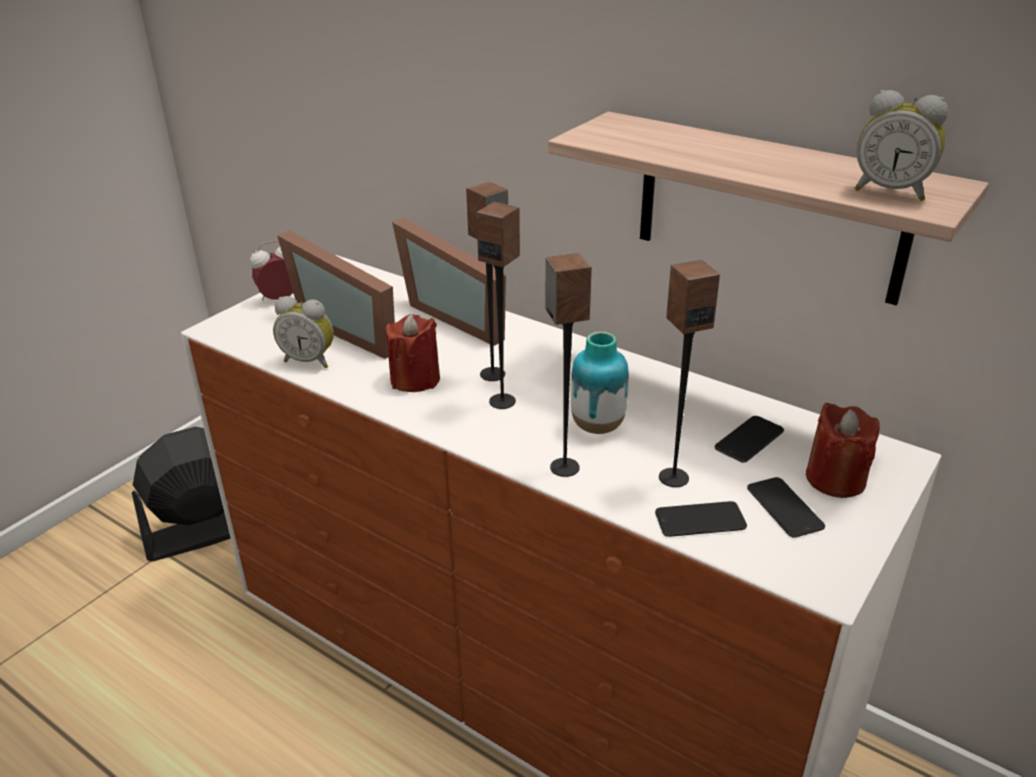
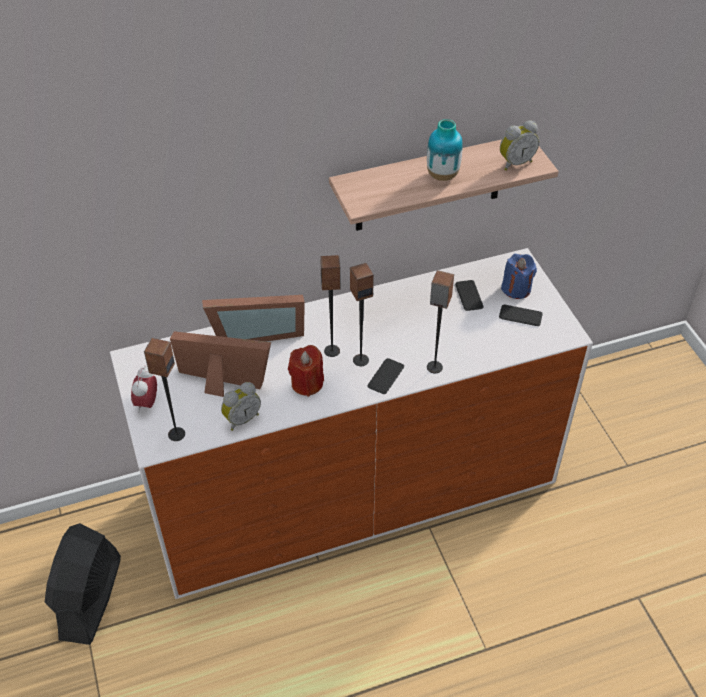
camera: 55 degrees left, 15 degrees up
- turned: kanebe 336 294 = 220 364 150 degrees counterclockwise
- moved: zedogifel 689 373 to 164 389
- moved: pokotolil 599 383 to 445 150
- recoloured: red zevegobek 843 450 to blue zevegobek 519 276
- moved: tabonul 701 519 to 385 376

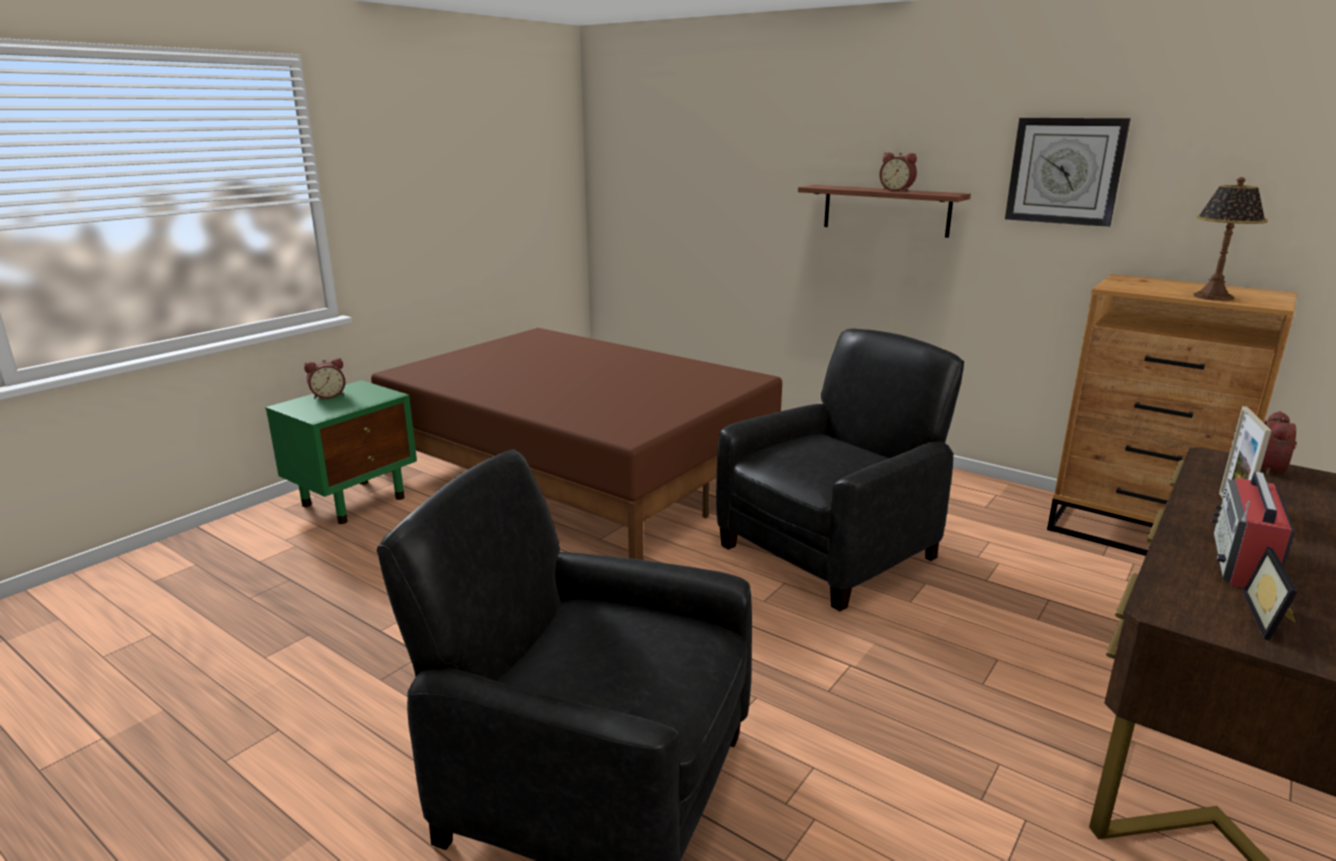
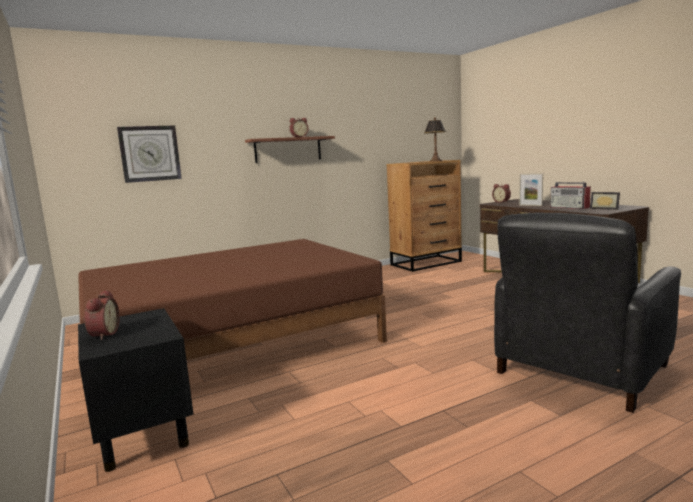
camera: 65 degrees left, 10 degrees down
- moved: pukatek 1068 172 to 149 154
- removed: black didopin 840 470
- recoloured: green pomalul 341 452 to black pomalul 135 390

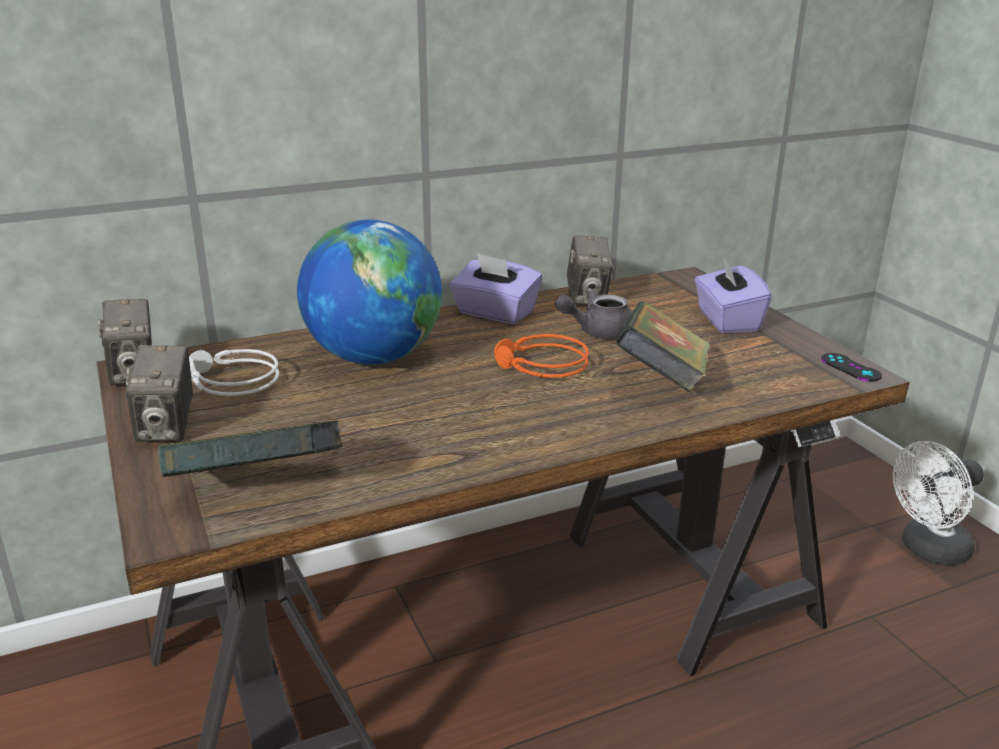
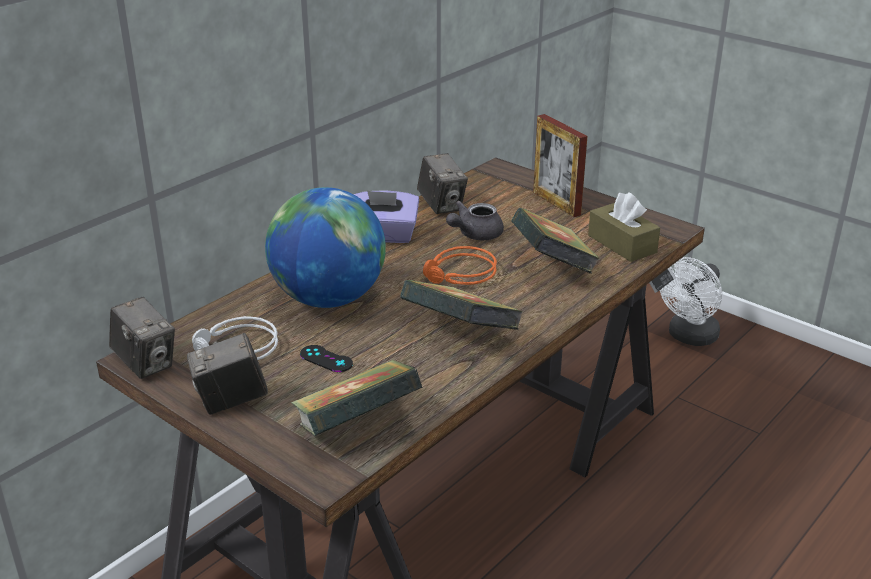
camera: 25 degrees left, 5 degrees up
- replaced: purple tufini 733 294 to kanebe 560 165
- turned: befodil 159 393 = 227 374 105 degrees clockwise
- moved: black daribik 851 367 to 326 358
- added: brown tufini 624 227
- added: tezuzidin 461 305

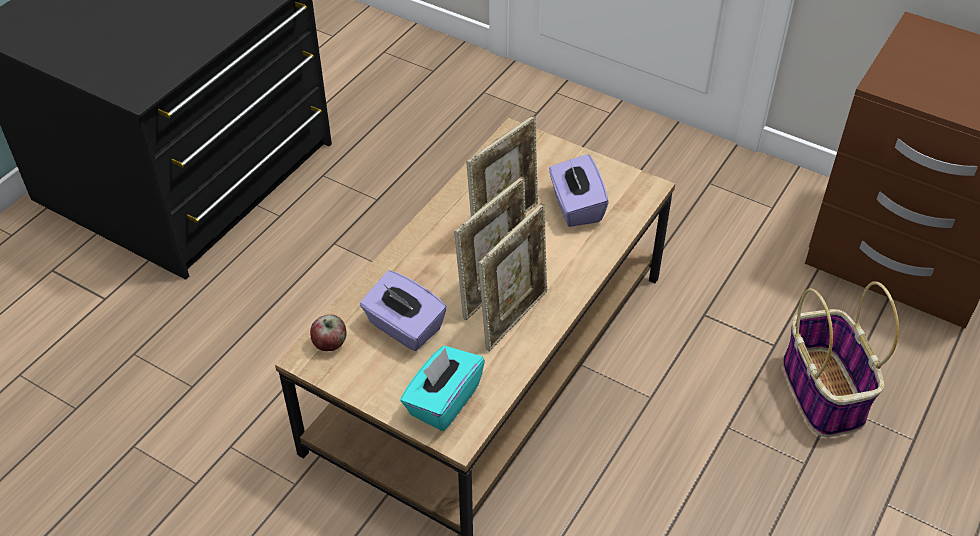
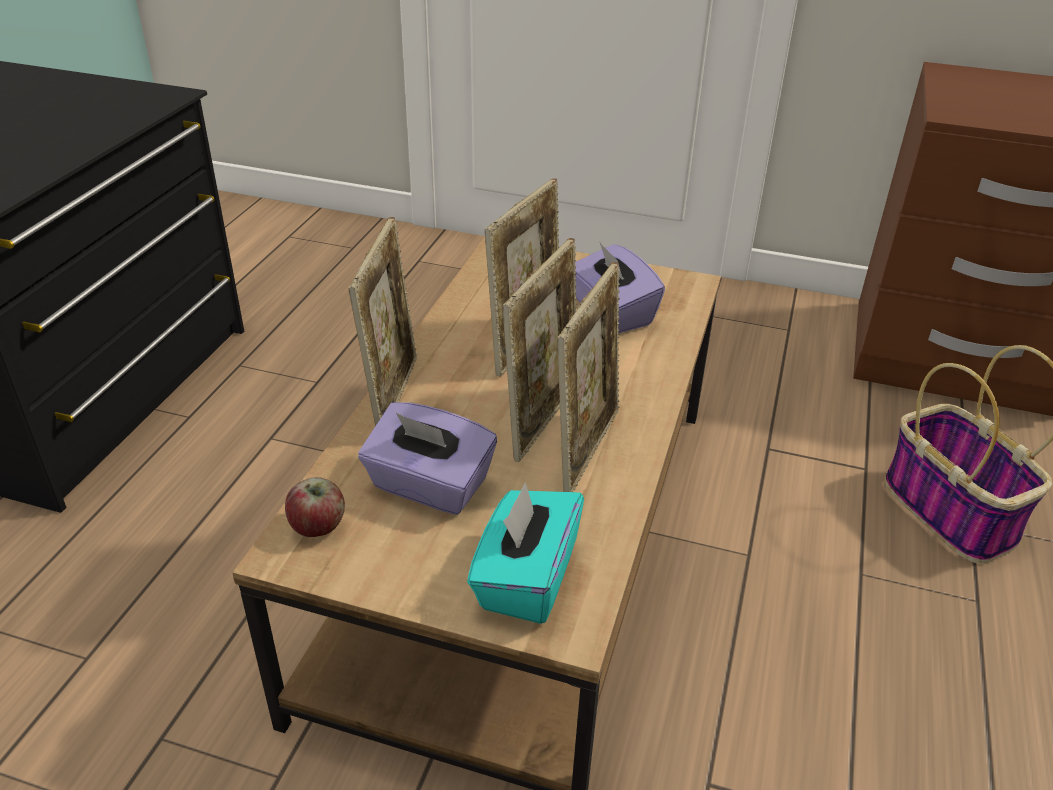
camera: 15 degrees left, 10 degrees down
- added: kanebe 383 321

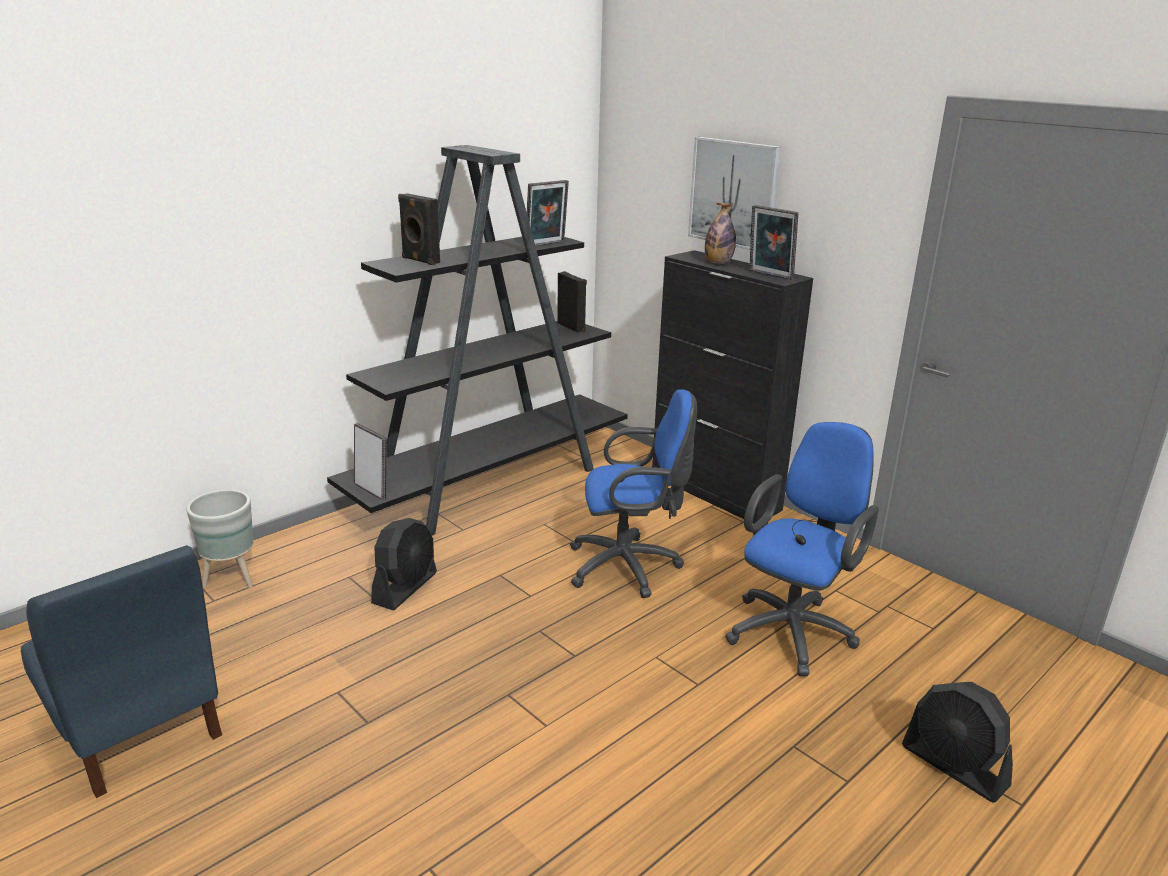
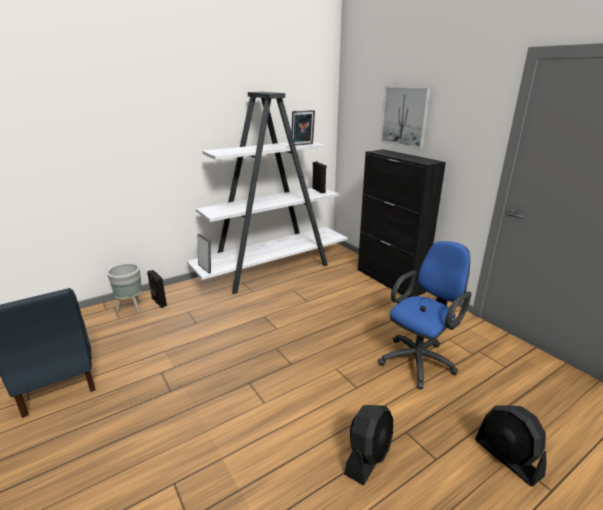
camera: 10 degrees right, 0 degrees up
- recoloured: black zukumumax 477 340 to white zukumumax 267 193
- moved: black zedogifel 419 229 to 157 289
- removed: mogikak 720 233
- removed: kanebe 773 242
- removed: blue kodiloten 633 493
- moved: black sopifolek 404 564 to 368 445

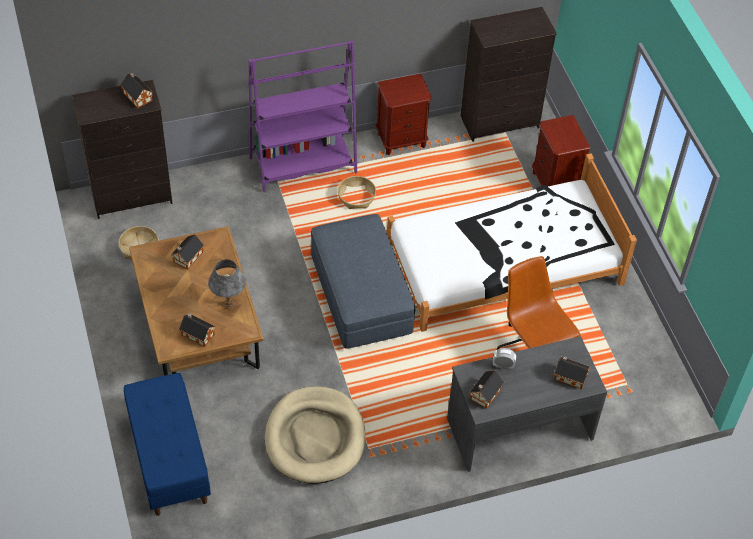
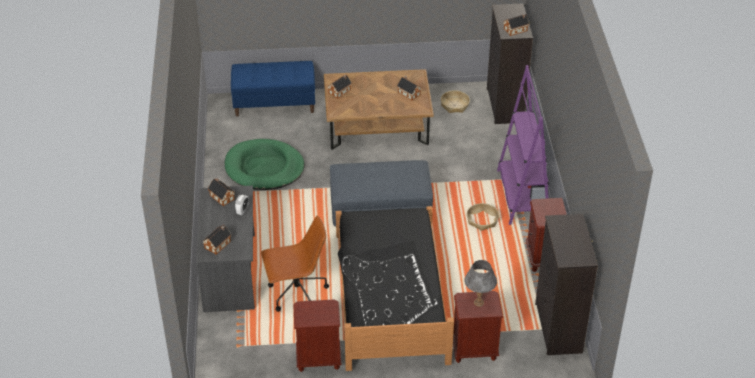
camera: 105 degrees right, 10 degrees down
- recoloured: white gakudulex 512 242 to black gakudulex 395 288
- moved: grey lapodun 227 284 to 480 283
- recoloured: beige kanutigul 315 435 to green kanutigul 264 164
- added: brown pomalul 317 335

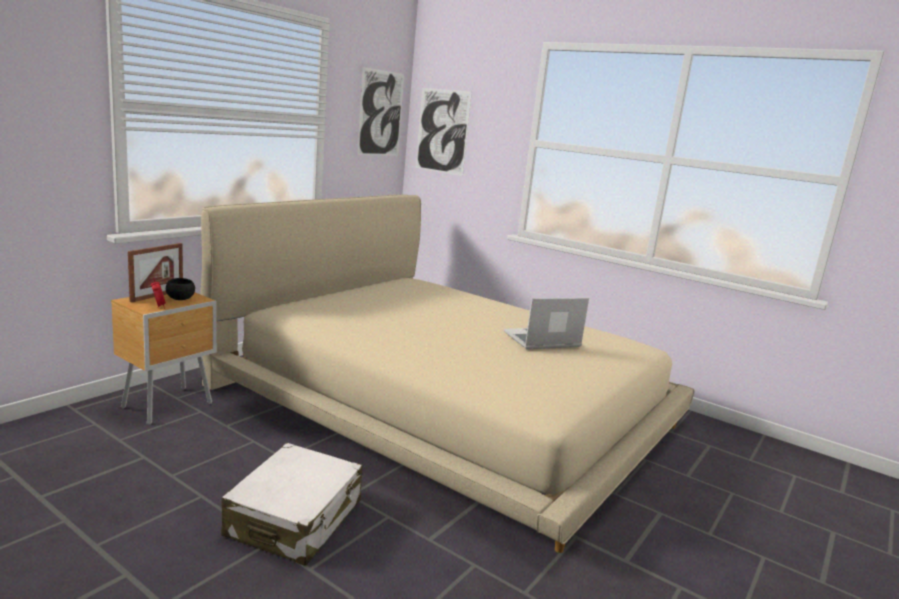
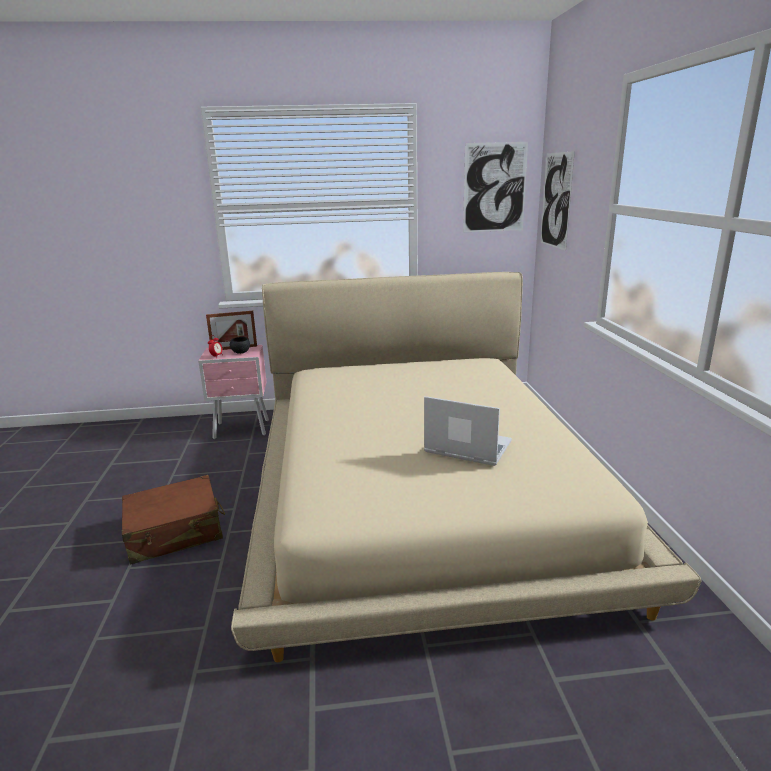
camera: 50 degrees right, 5 degrees up
- recoloured: brown pomalul 164 358 to pink pomalul 233 392
- recoloured: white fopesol 292 504 to brown fopesol 173 520

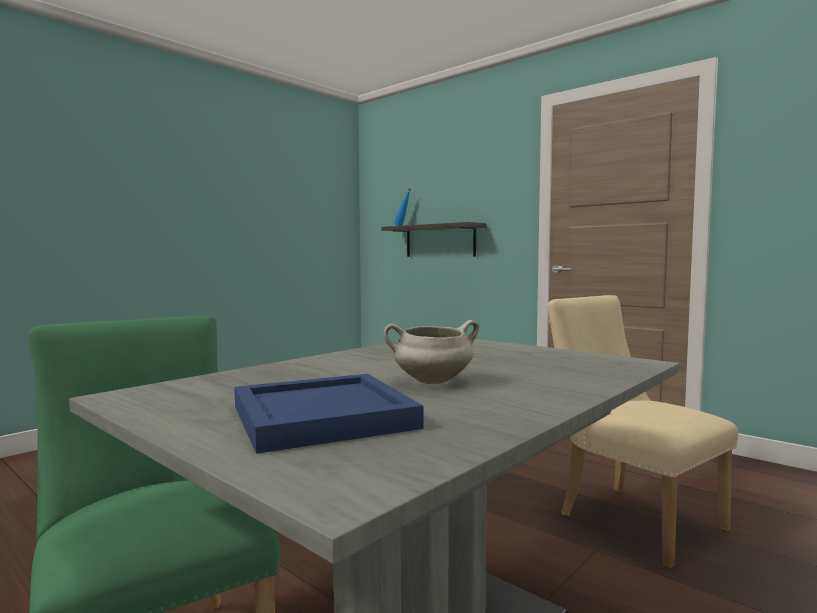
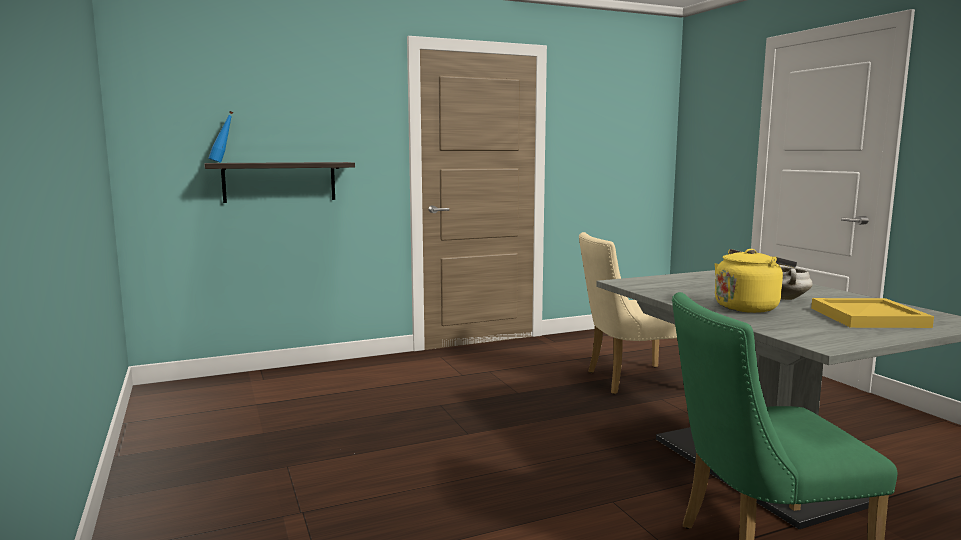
camera: 65 degrees left, 5 degrees up
- recoloured: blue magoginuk 328 414 to yellow magoginuk 872 313
- added: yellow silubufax 755 281

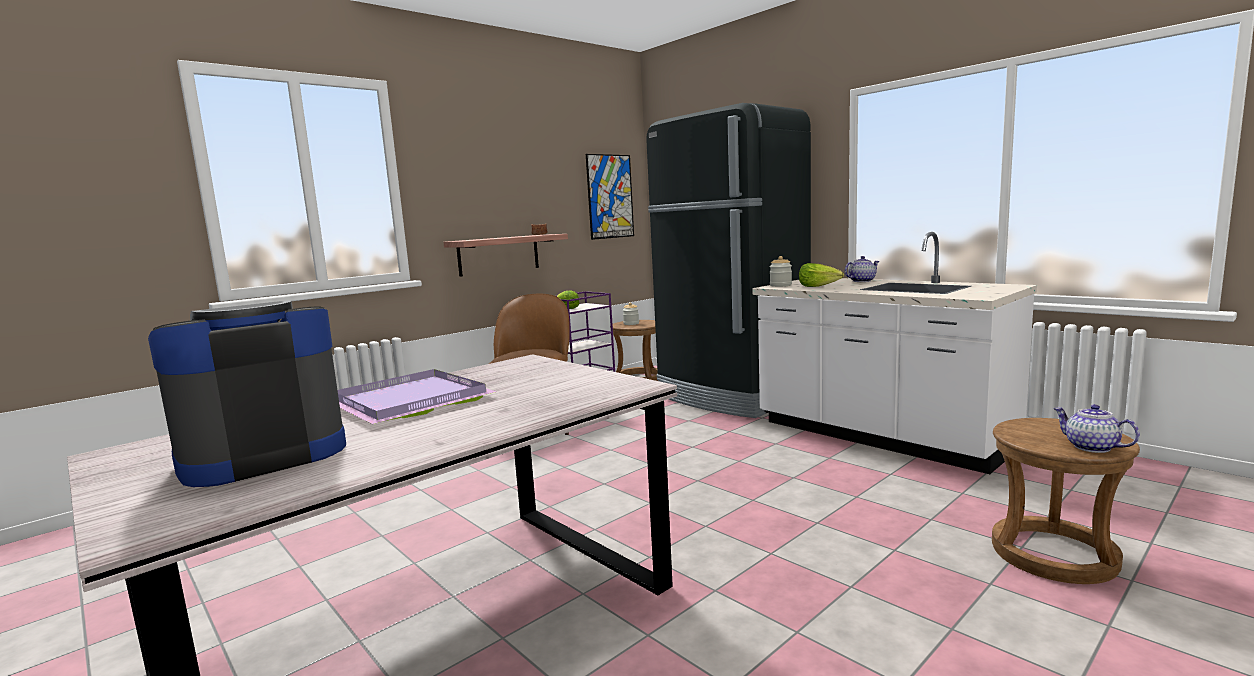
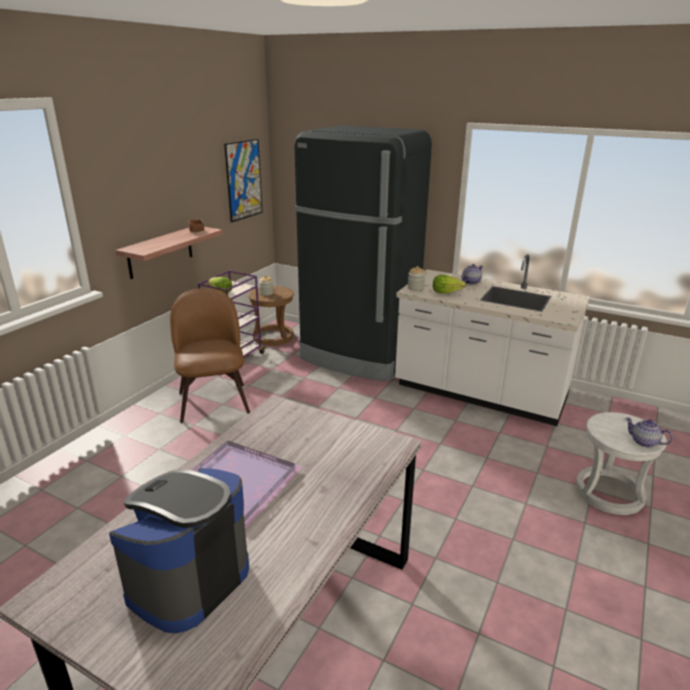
camera: 20 degrees left, 15 degrees up
- recoloured: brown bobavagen 1066 501 to white bobavagen 621 463

